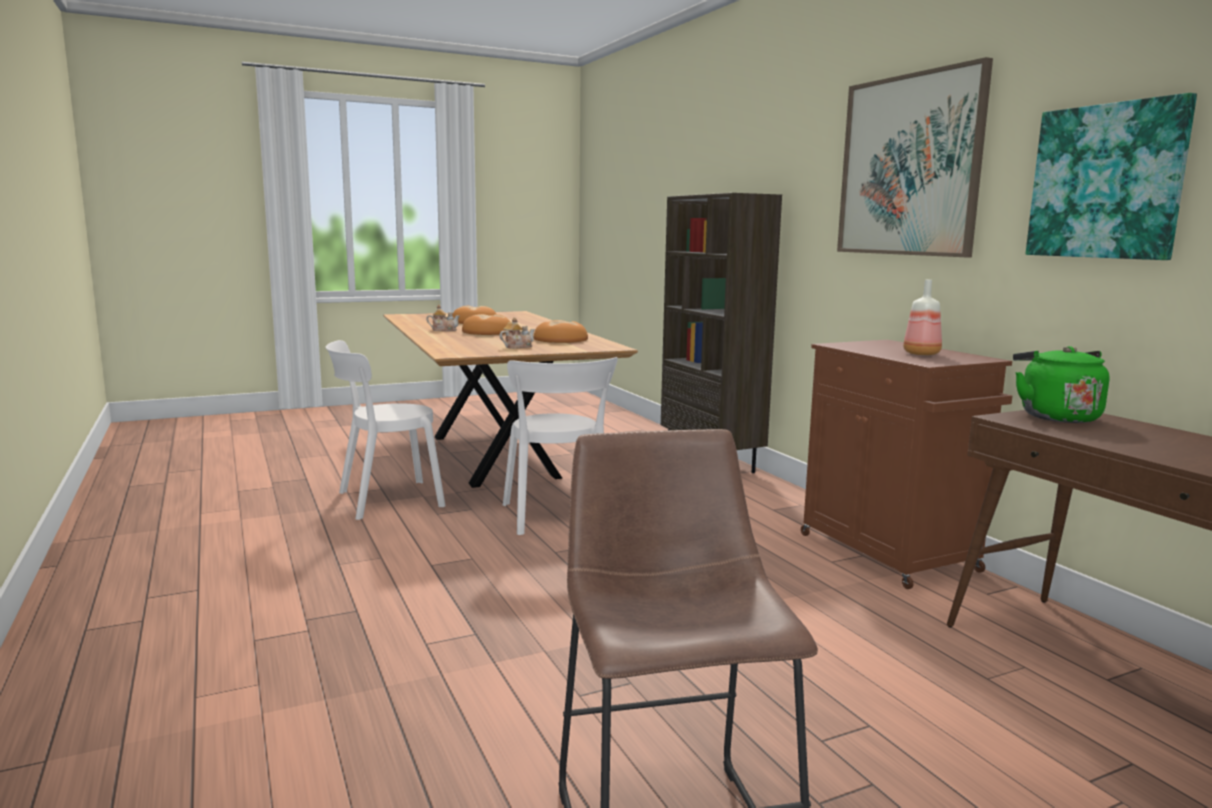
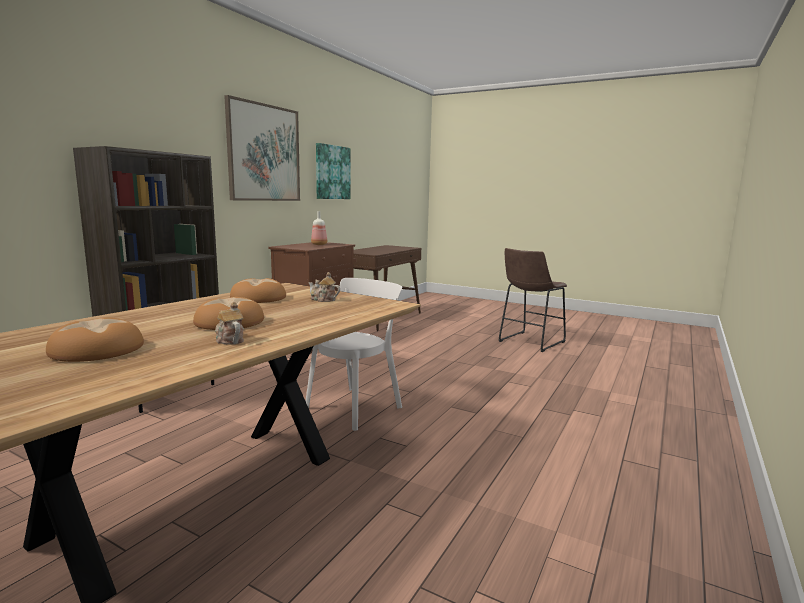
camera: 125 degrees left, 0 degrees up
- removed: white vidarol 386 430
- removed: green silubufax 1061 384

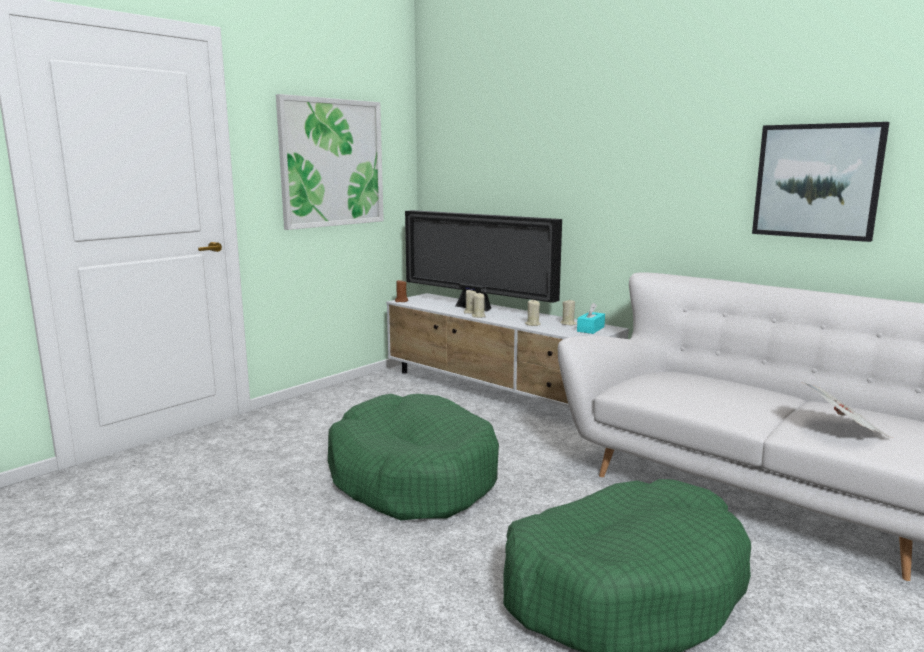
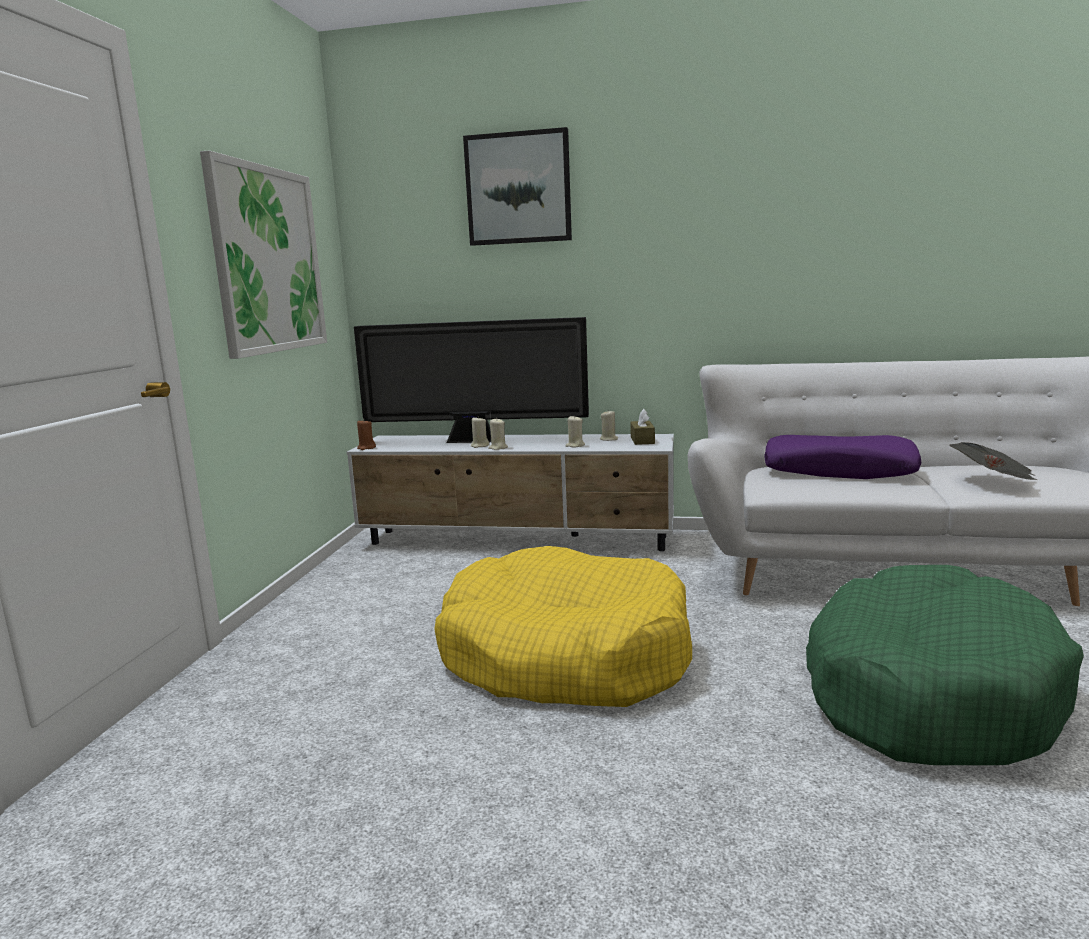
camera: 30 degrees left, 0 degrees up
- moved: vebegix 820 182 to 517 186
- recoloured: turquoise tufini 591 318 to brown tufini 642 427
- recoloured: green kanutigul 413 457 to yellow kanutigul 563 626
- added: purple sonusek 843 457

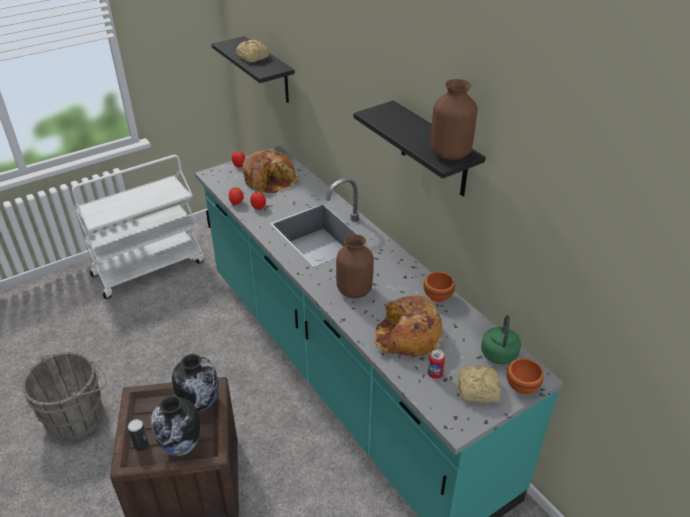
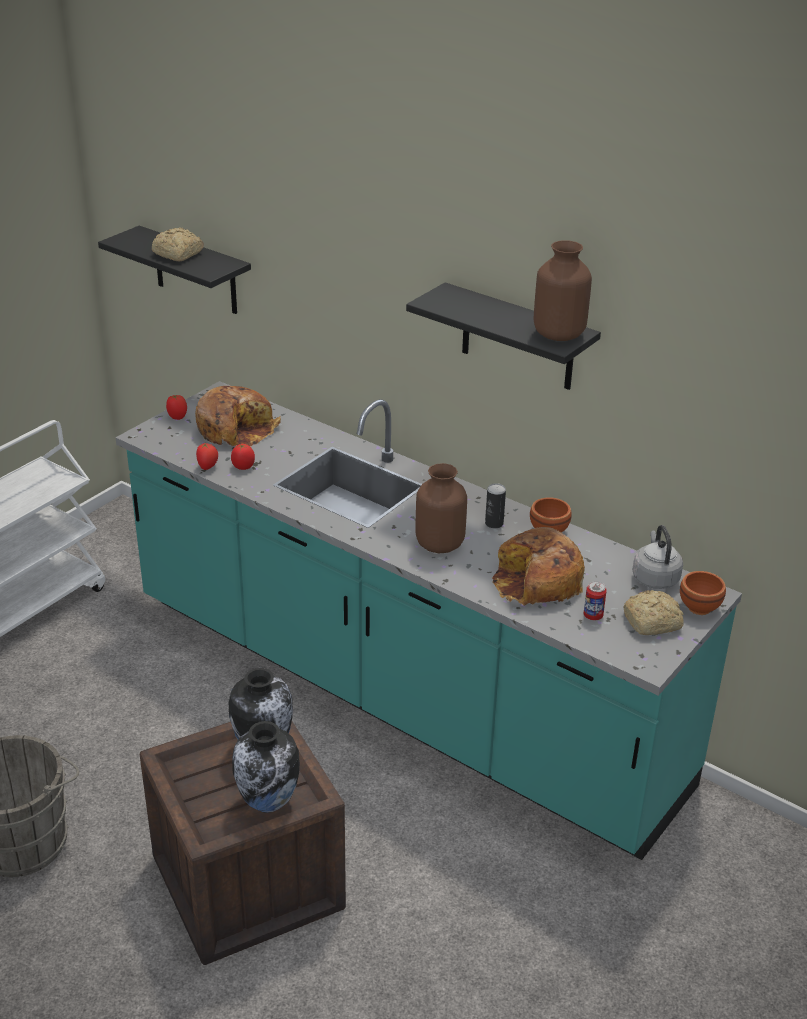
camera: 20 degrees left, 5 degrees down
- recoloured: green silubufax 501 340 to grey silubufax 658 557
- moved: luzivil 138 435 to 495 505

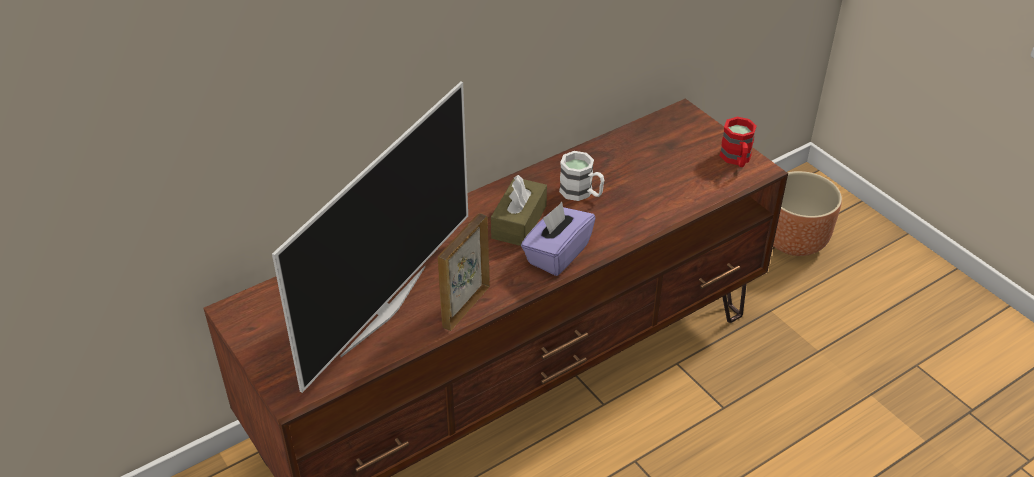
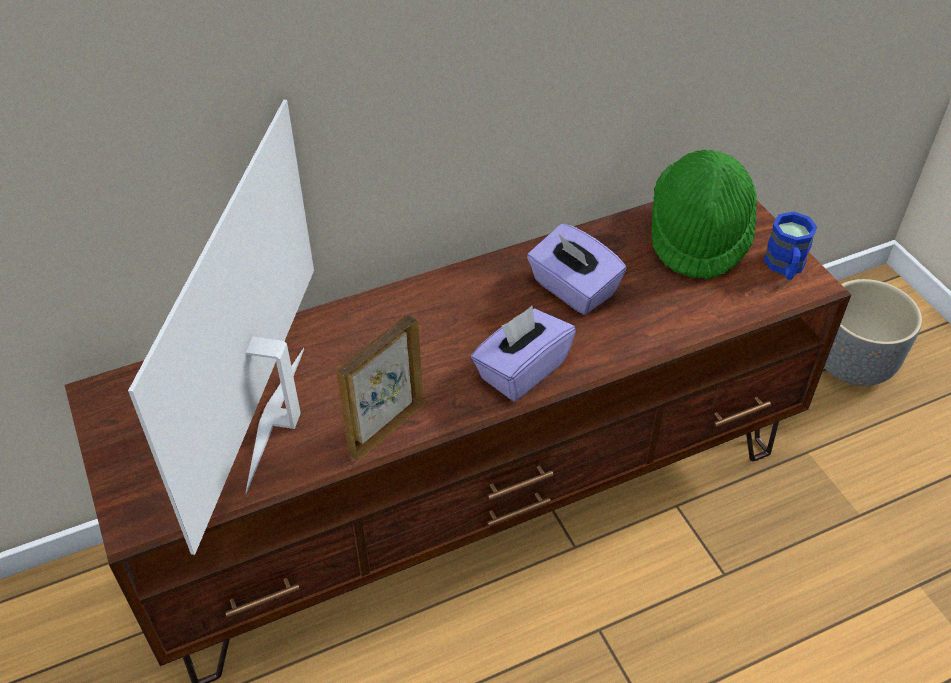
camera: 10 degrees right, 5 degrees up
- turned: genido 370 237 = 221 327 150 degrees clockwise
- recoloured: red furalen 738 142 to blue furalen 790 246
- replaced: white furalen 581 176 to purple tufini 576 269
- recoloured: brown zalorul 807 213 to grey zalorul 873 332
- removed: brown tufini 519 210
- added: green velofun 704 214

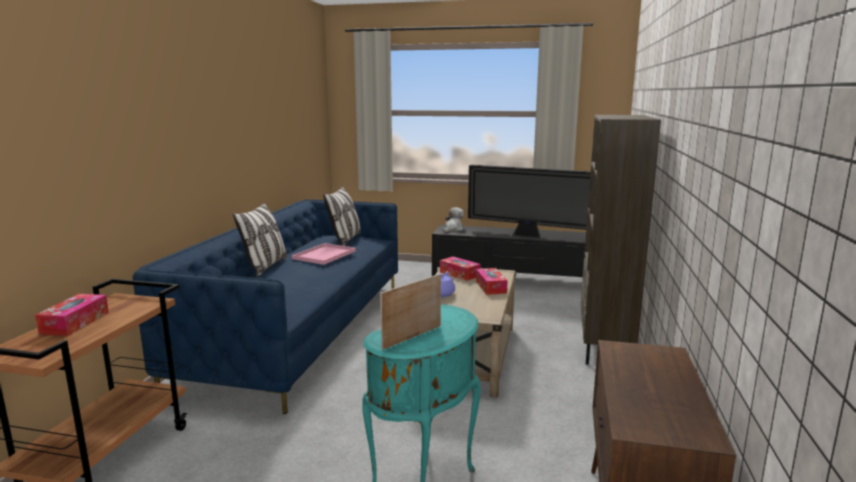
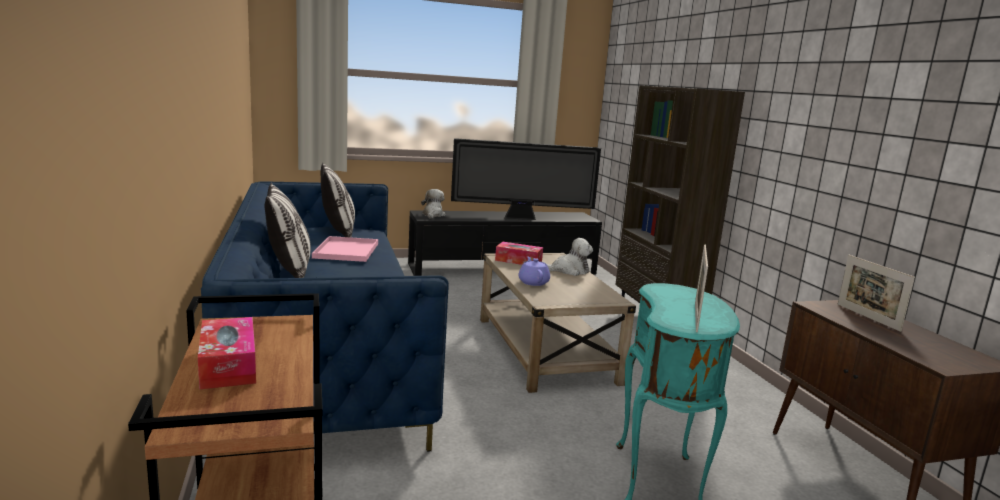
camera: 30 degrees left, 0 degrees up
- replaced: tufini 492 281 to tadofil 568 257
- added: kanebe 876 293

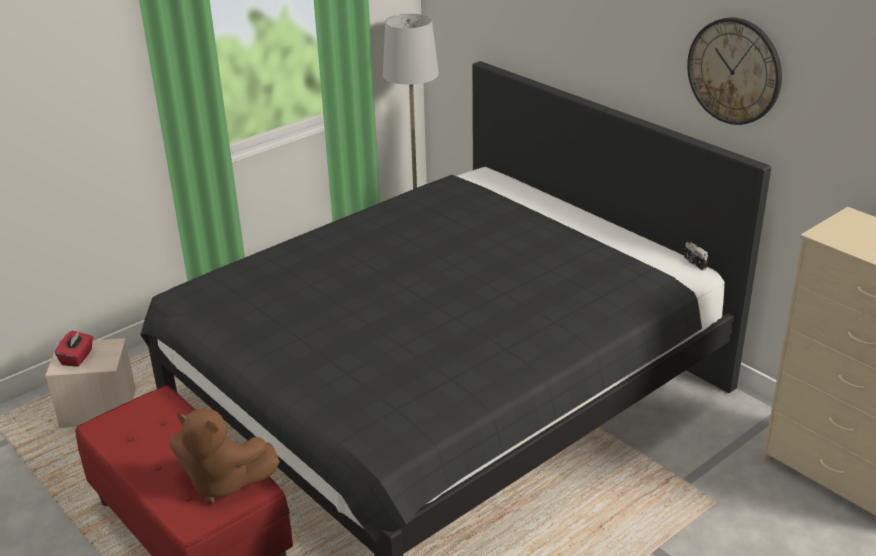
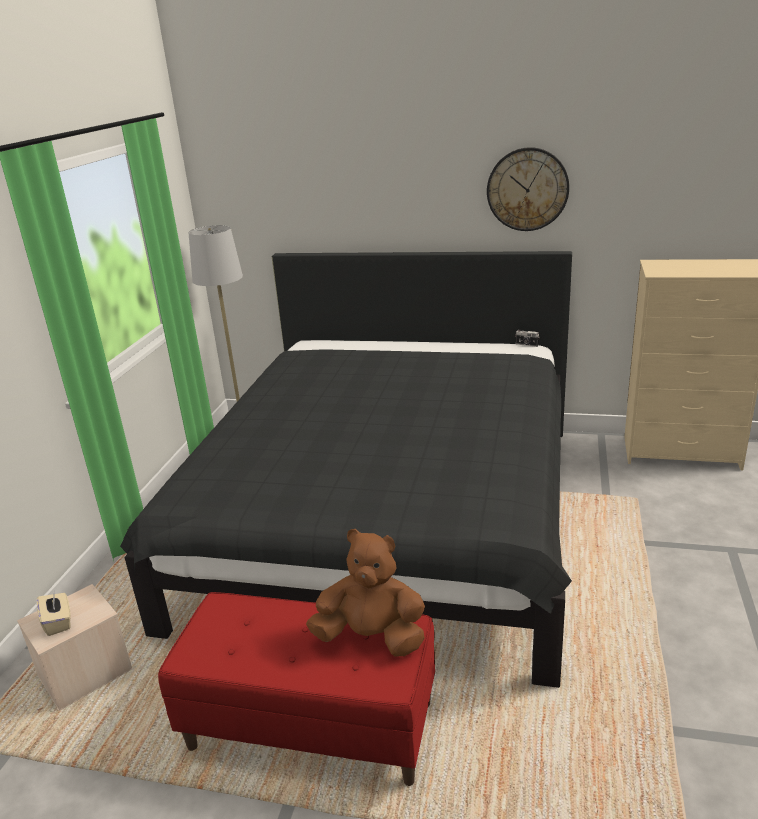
camera: 35 degrees left, 5 degrees down
- recoloured: red tufini 74 348 to beige tufini 54 612
- turned: brown tadofil 224 456 = 365 593 150 degrees counterclockwise

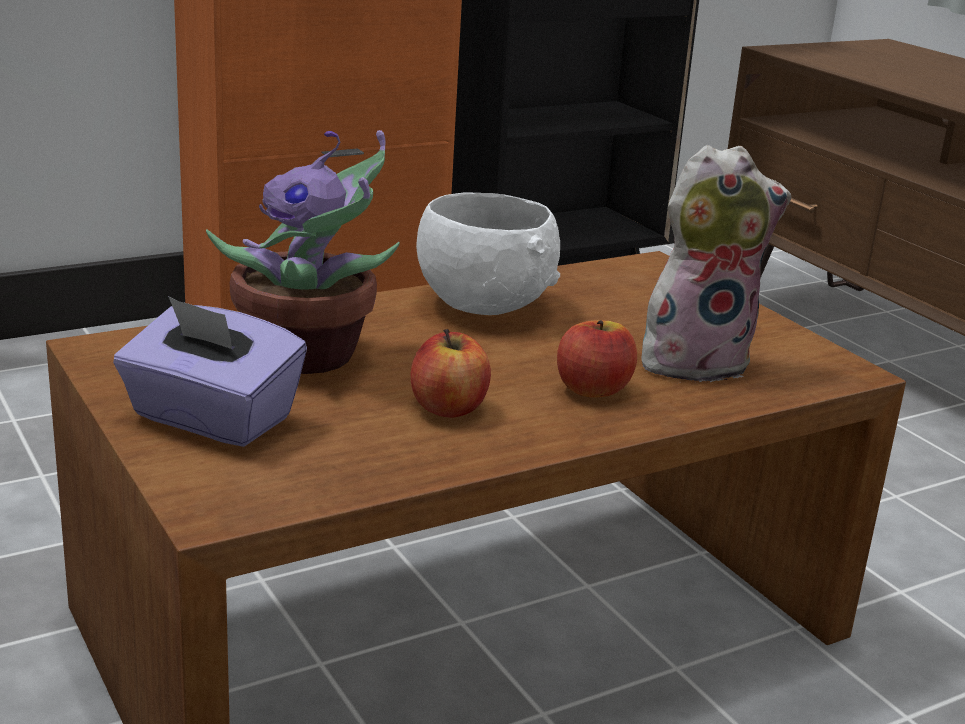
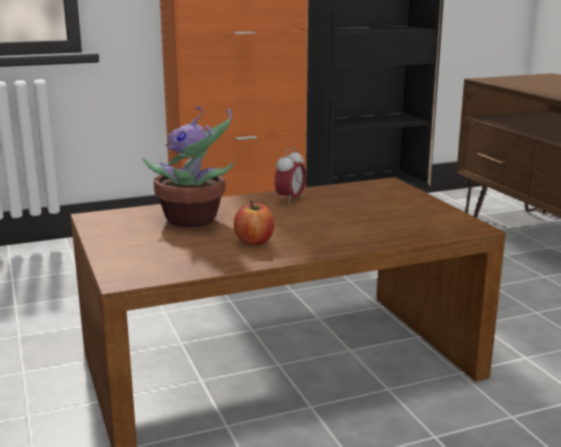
camera: 10 degrees right, 5 degrees down
- removed: tadofil 716 264
- replaced: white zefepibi 488 253 to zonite 290 175
- removed: purple tufini 210 371
- removed: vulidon 597 359

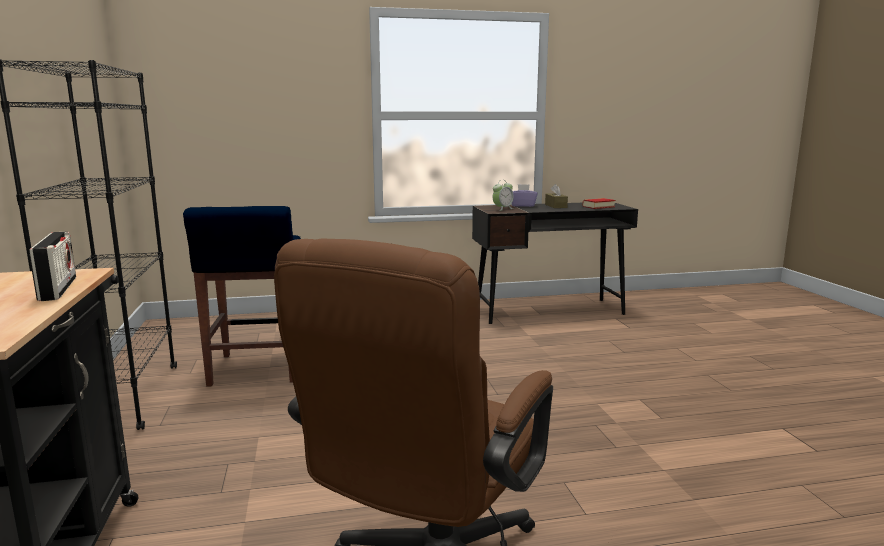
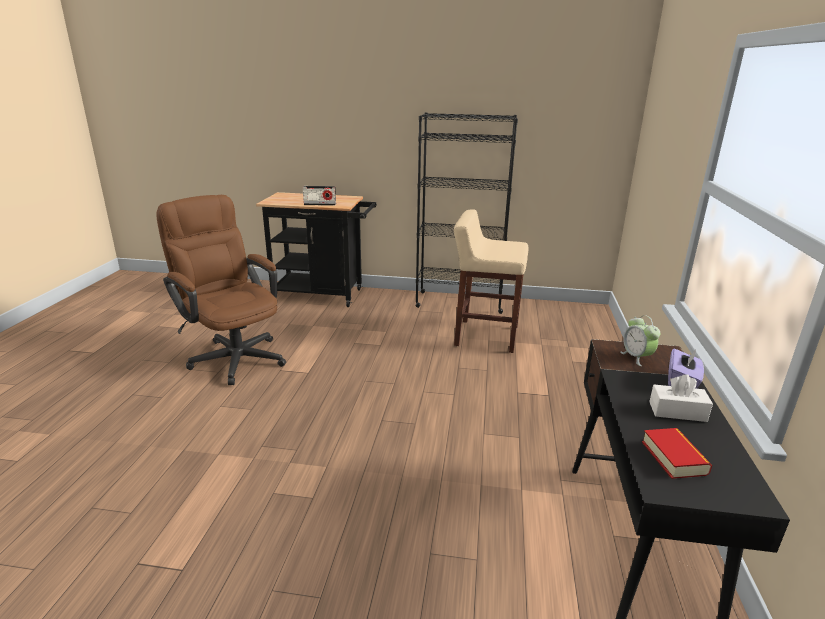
camera: 110 degrees right, 10 degrees up
- recoloured: brown tufini 556 196 to white tufini 681 398
- recoloured: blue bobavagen 242 296 to beige bobavagen 491 281

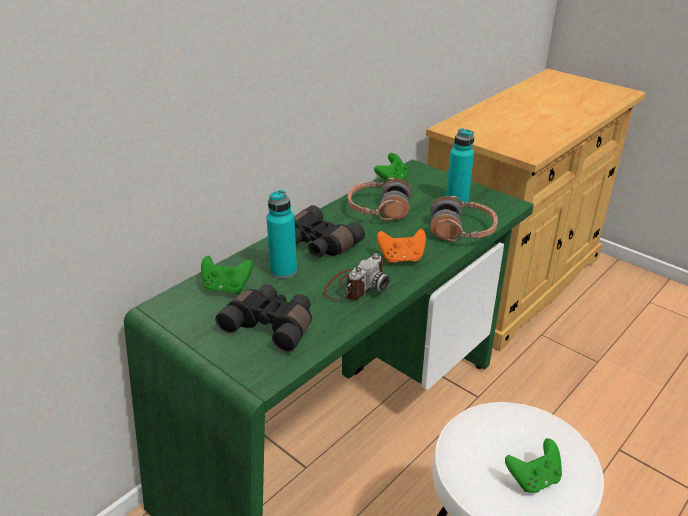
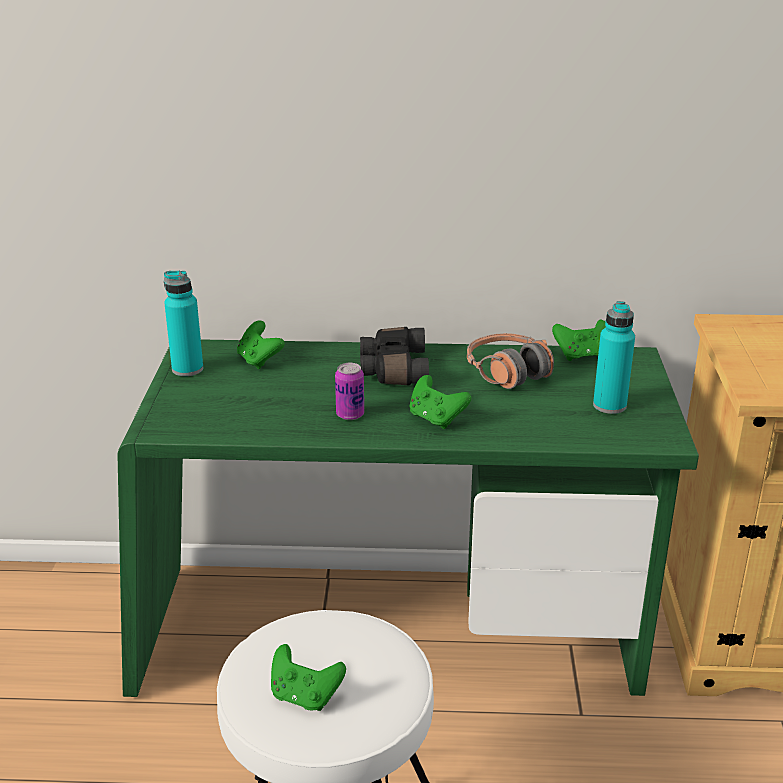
camera: 50 degrees right, 5 degrees down
- moved: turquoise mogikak 281 234 to 183 323
- removed: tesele 464 219
- recoloured: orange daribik 401 246 to green daribik 440 402
- replaced: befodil 356 276 to luzivil 349 391
- removed: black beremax 263 318

